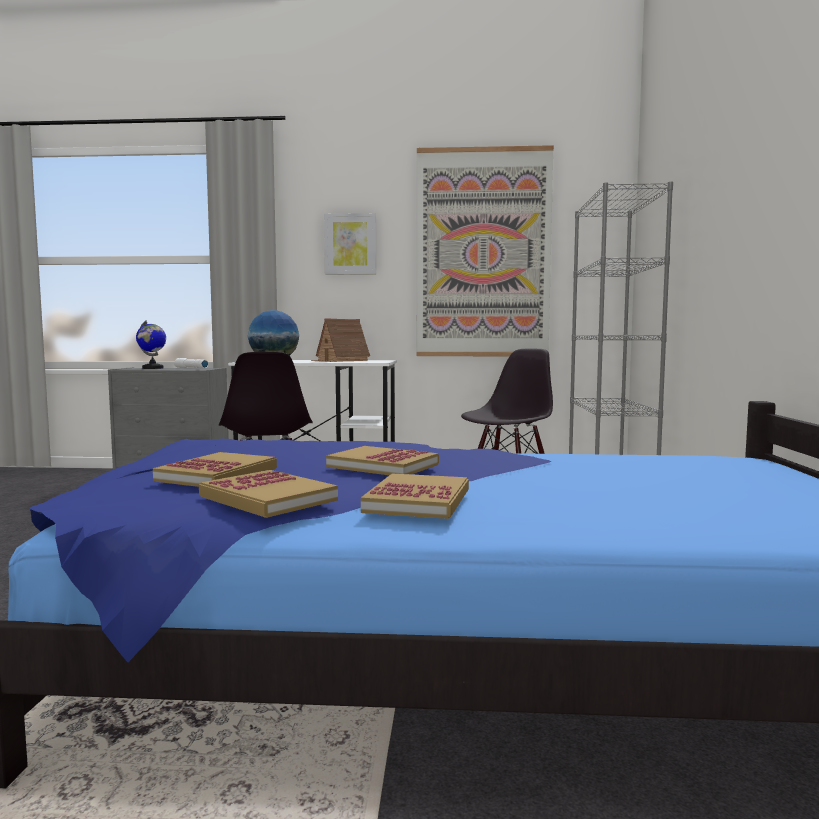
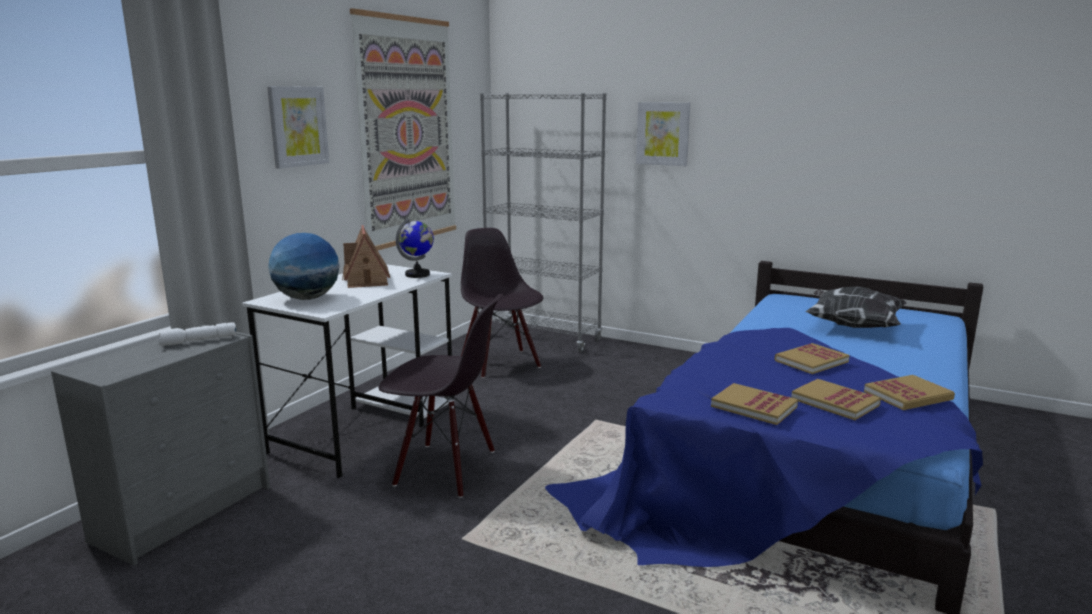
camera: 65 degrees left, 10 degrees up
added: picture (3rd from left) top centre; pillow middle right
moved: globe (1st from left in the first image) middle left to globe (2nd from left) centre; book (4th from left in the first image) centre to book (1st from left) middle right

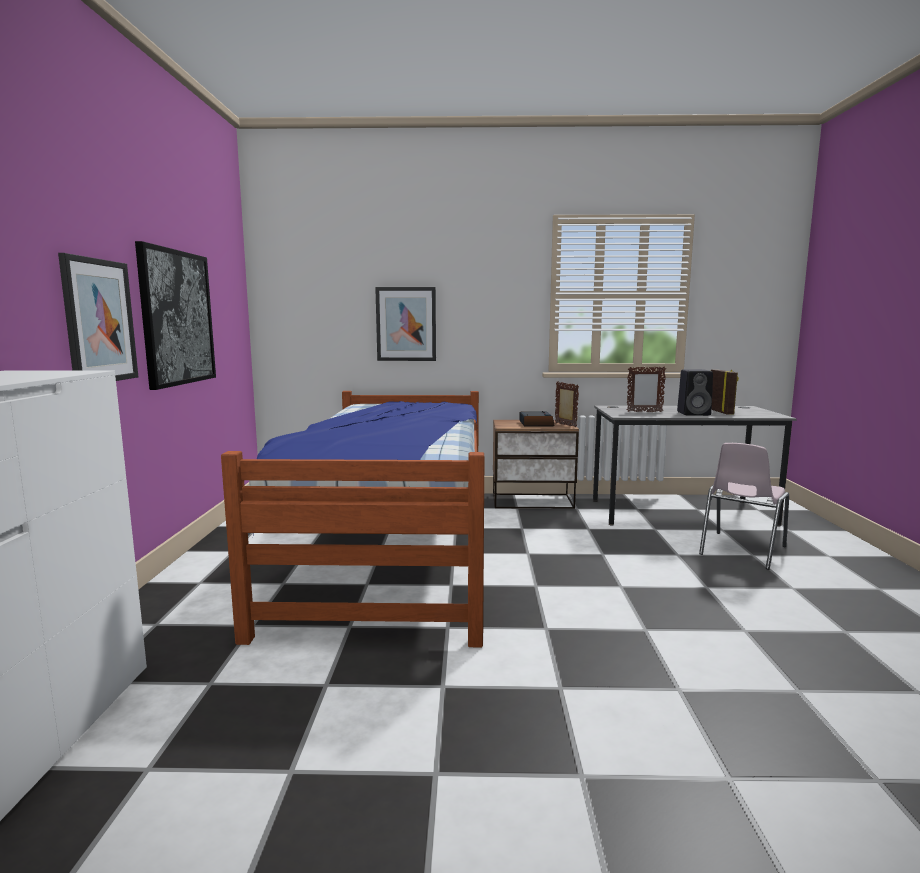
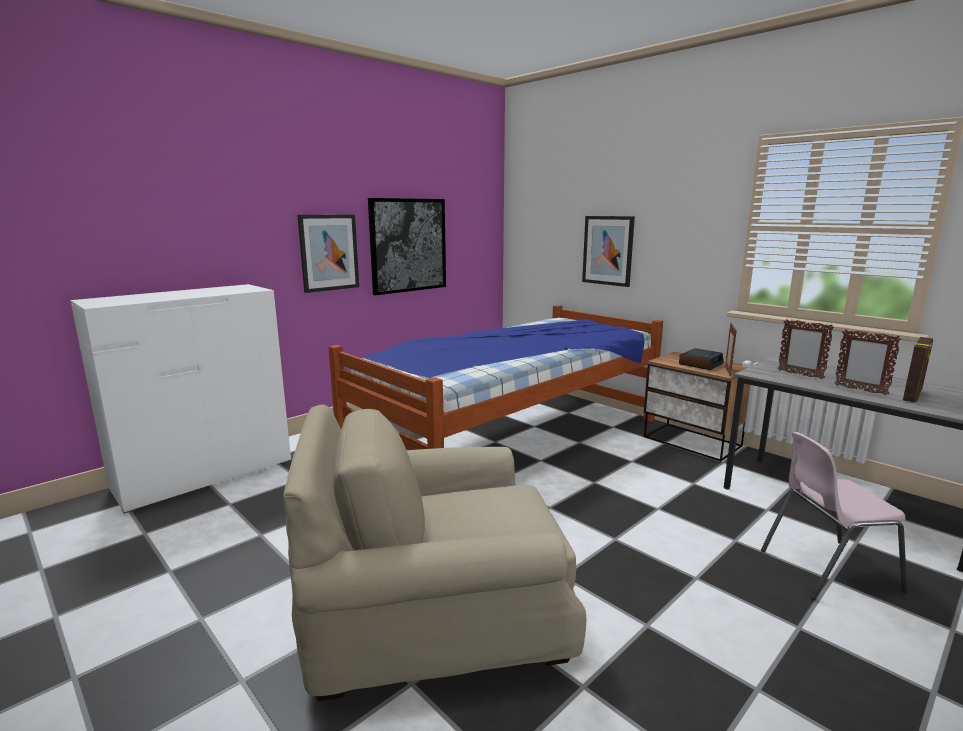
camera: 45 degrees right, 5 degrees up
added: beige armchair bottom centre
replaced: black speaker middle right to picture frame (3rd from left) middle right

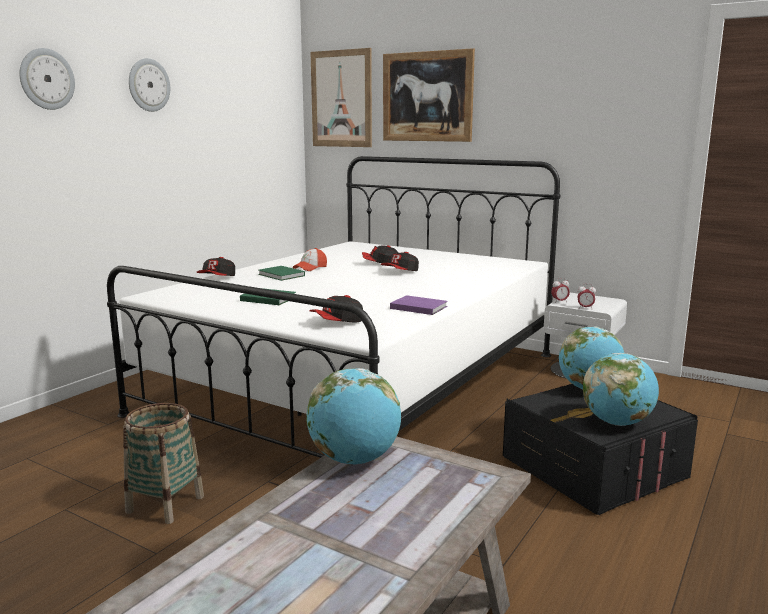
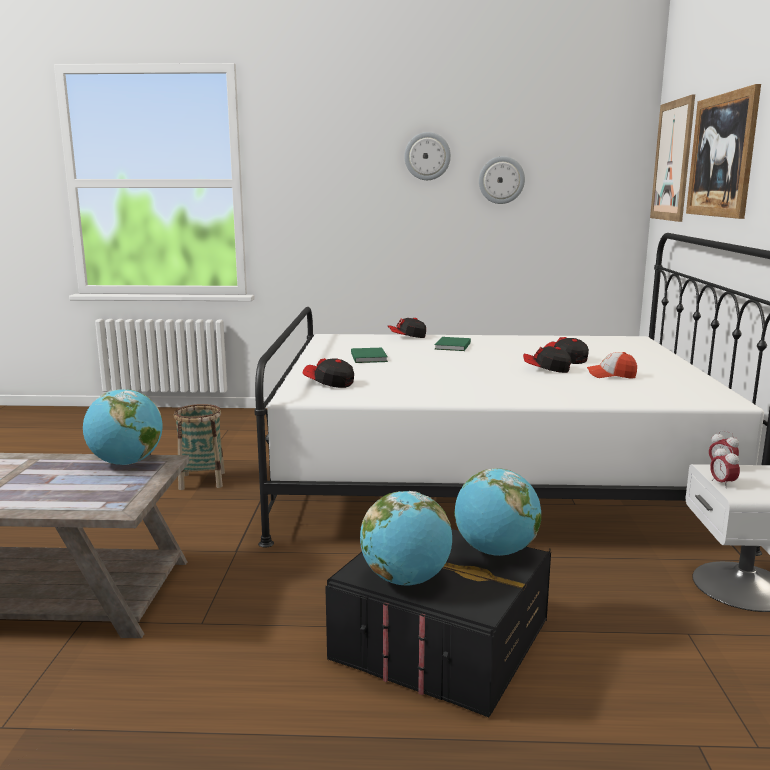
camera: 60 degrees right, 0 degrees up
removed: purple book centre
moved: wall clock (1st from left in the first image) top left to wall clock (2nd from left) top centre; cap (2nd from left in the first image) centre to cap (5th from left) middle right

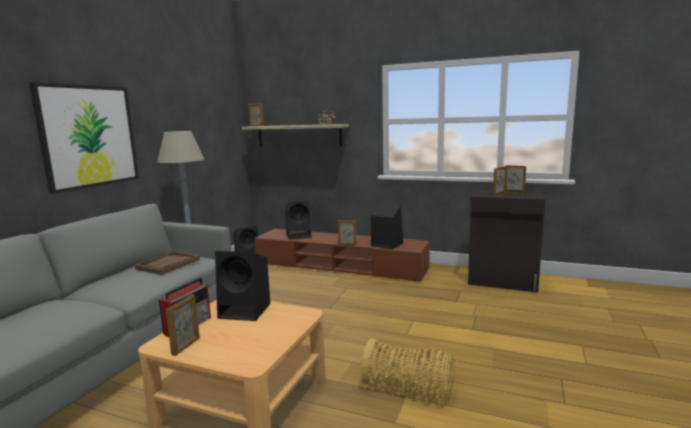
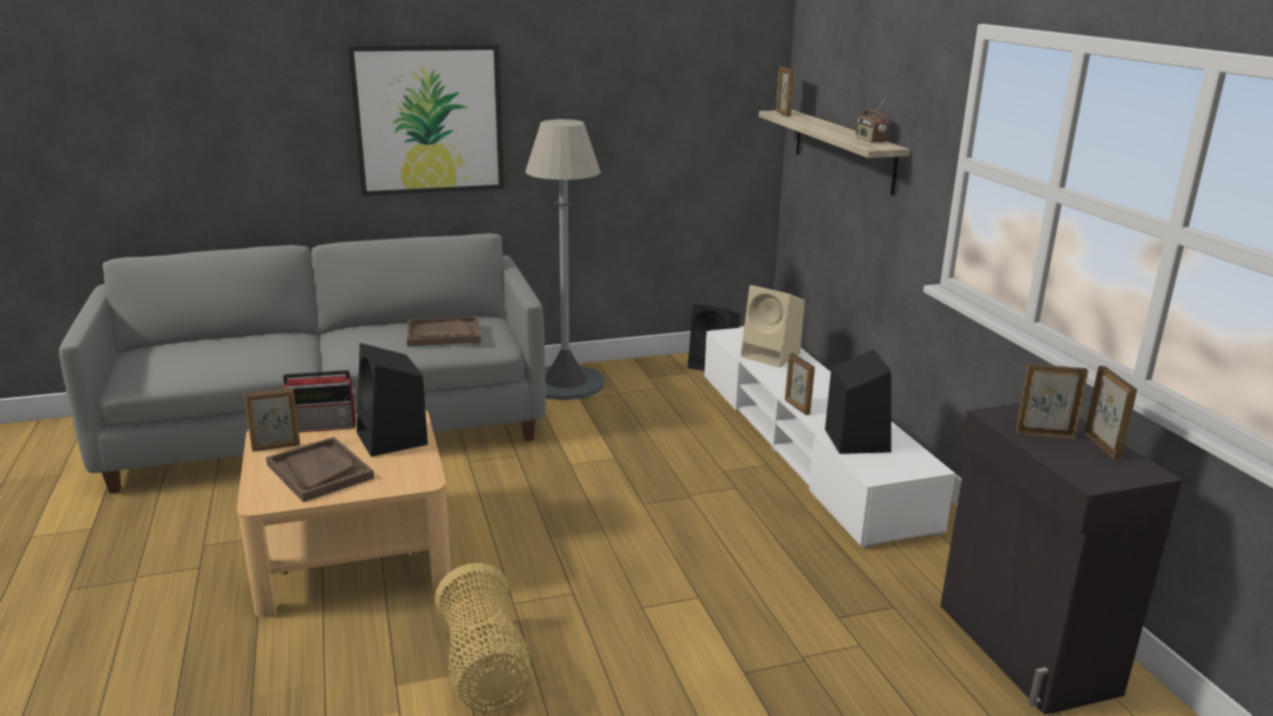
camera: 50 degrees right, 10 degrees up
added: brown tray (1st from left) middle left
recoloured: brown tv stand centre to white tv stand centre; black speaker (3rd from left) centre to beige speaker centre

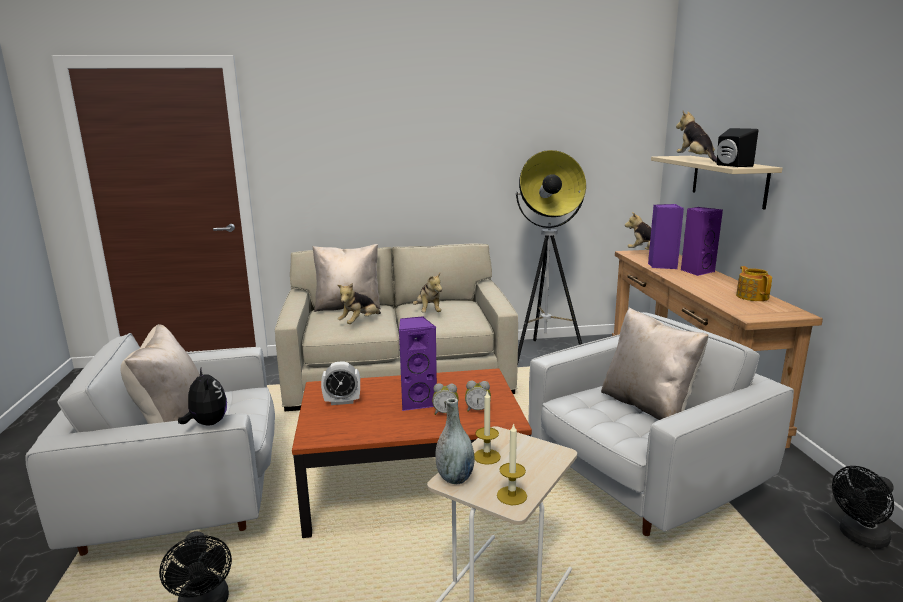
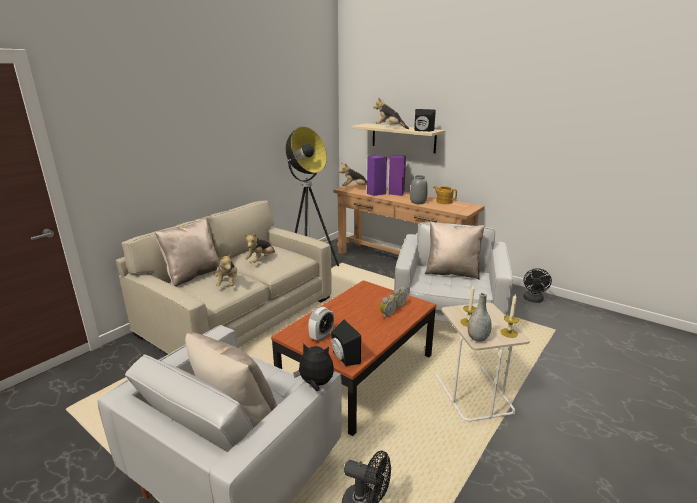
camera: 45 degrees left, 5 degrees up
removed: purple speaker (1st from left) centre
added: black speaker (1st from left) bottom centre; grey vase (1st from left) centre
turned: plush toy (3rd from left in the first image) centre = centre 90 degrees clockwise

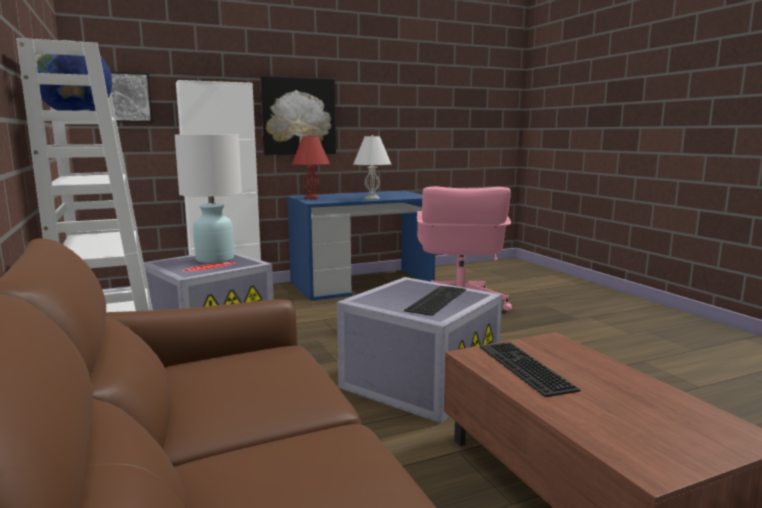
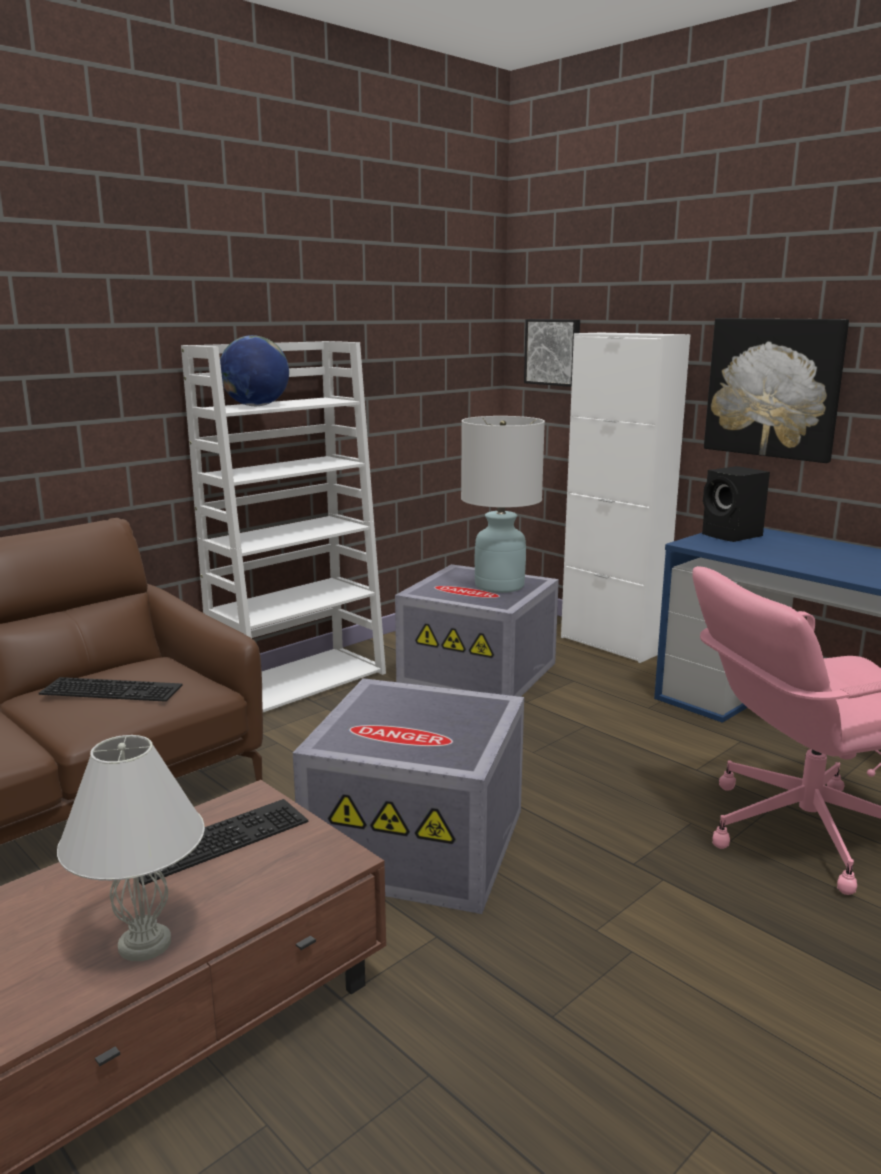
camera: 70 degrees right, 5 degrees up
moved: white table lamp (2nd from left in the first image) top centre to white table lamp (1st from left) bottom left; keyboard (1st from left) centre to middle left
replaced: red table lamp top centre to black speaker middle right

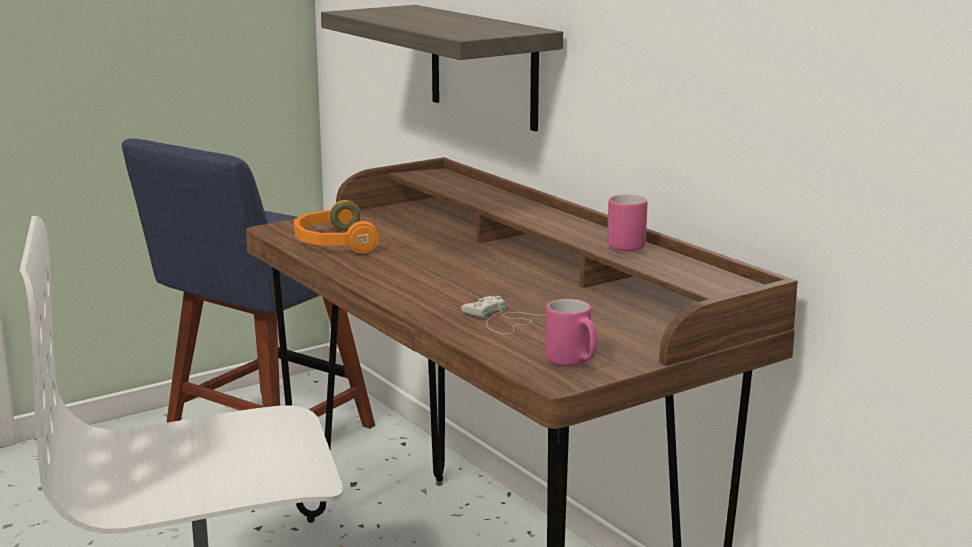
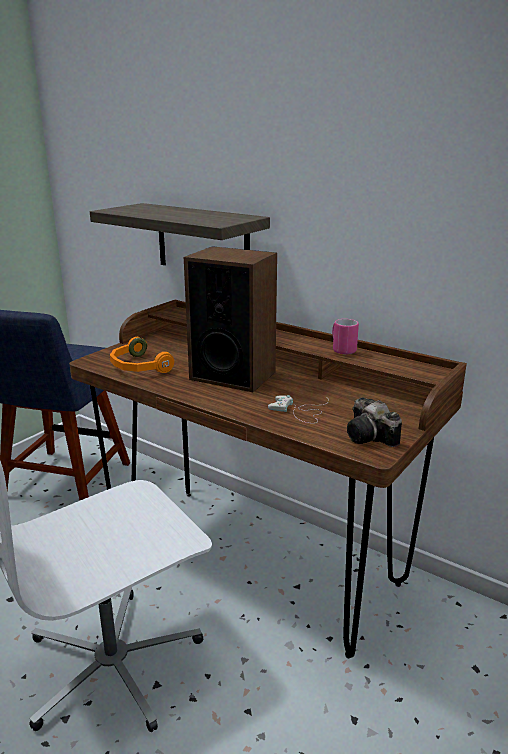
camera: 20 degrees left, 5 degrees up
added: speaker centre
replaced: pink mug (1st from left) centre to photo camera middle right

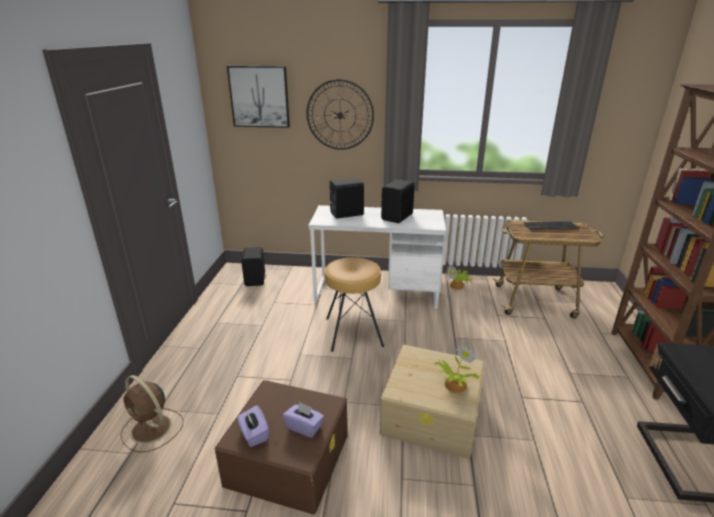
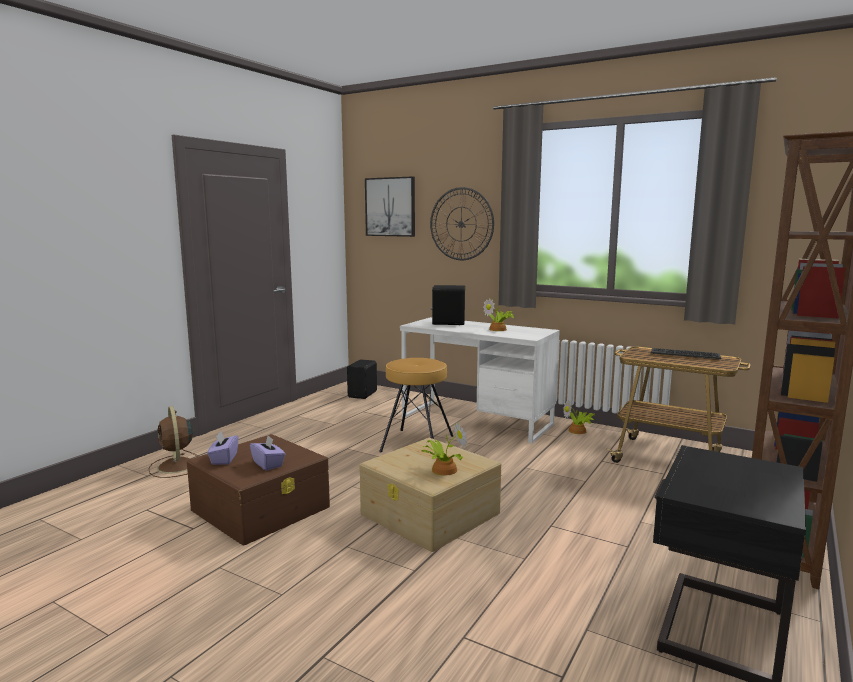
camera: 25 degrees right, 15 degrees down
replaced: black speaker (3rd from left) centre to potted plant (2nd from left) centre

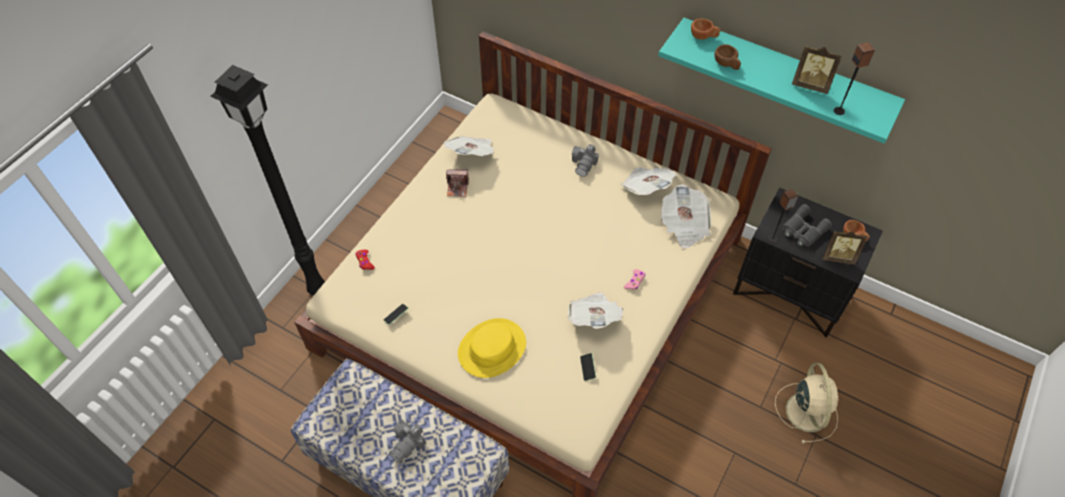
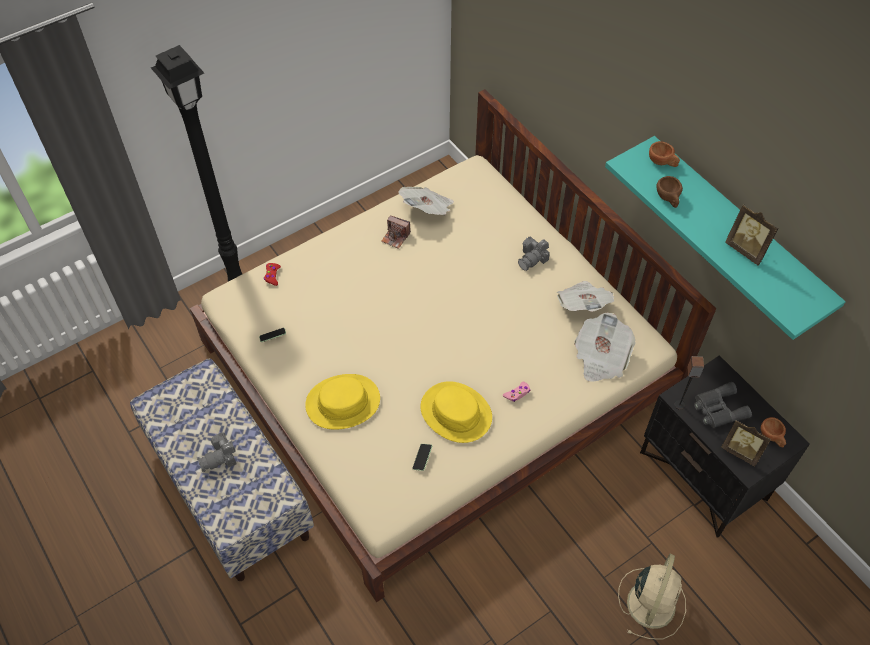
camera: 25 degrees right, 0 degrees up
removed: speaker (2nd from left) top right
replaced: newspaper (2nd from left) centre to yellow hat (2nd from left) centre

